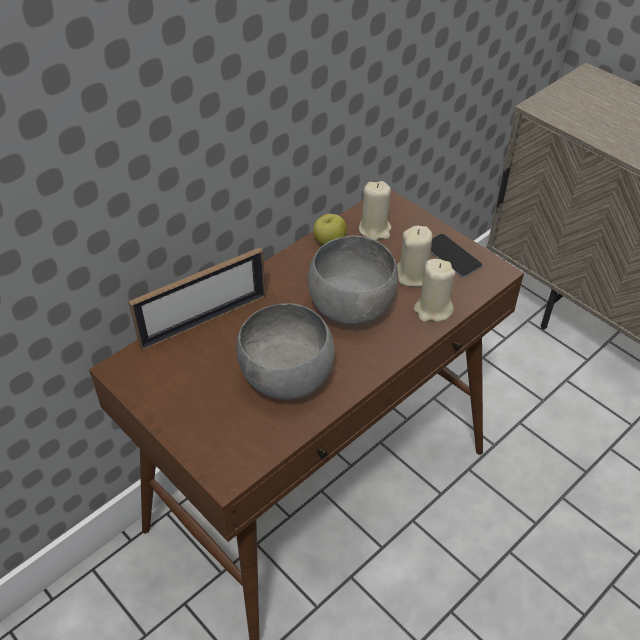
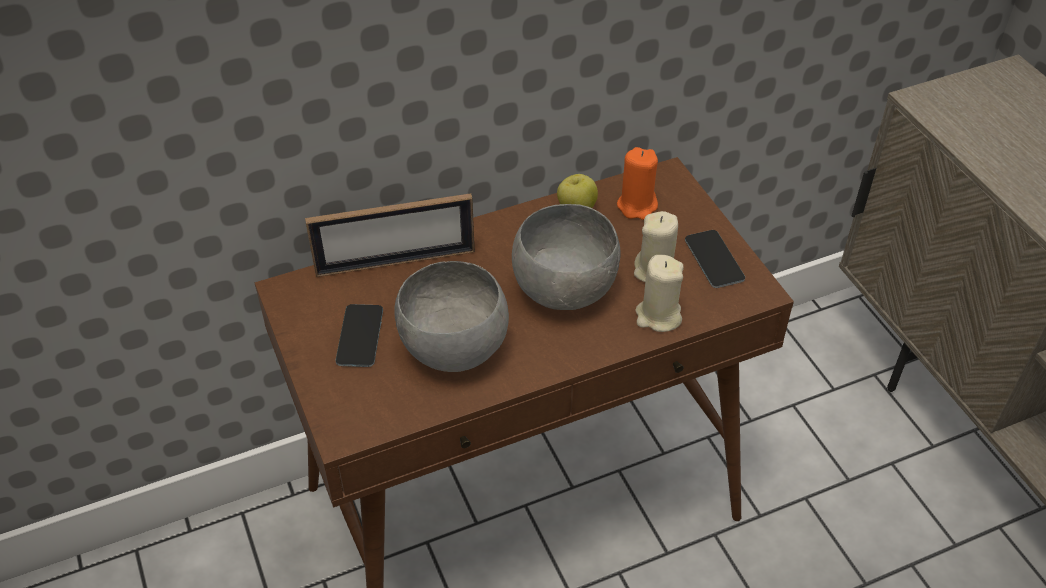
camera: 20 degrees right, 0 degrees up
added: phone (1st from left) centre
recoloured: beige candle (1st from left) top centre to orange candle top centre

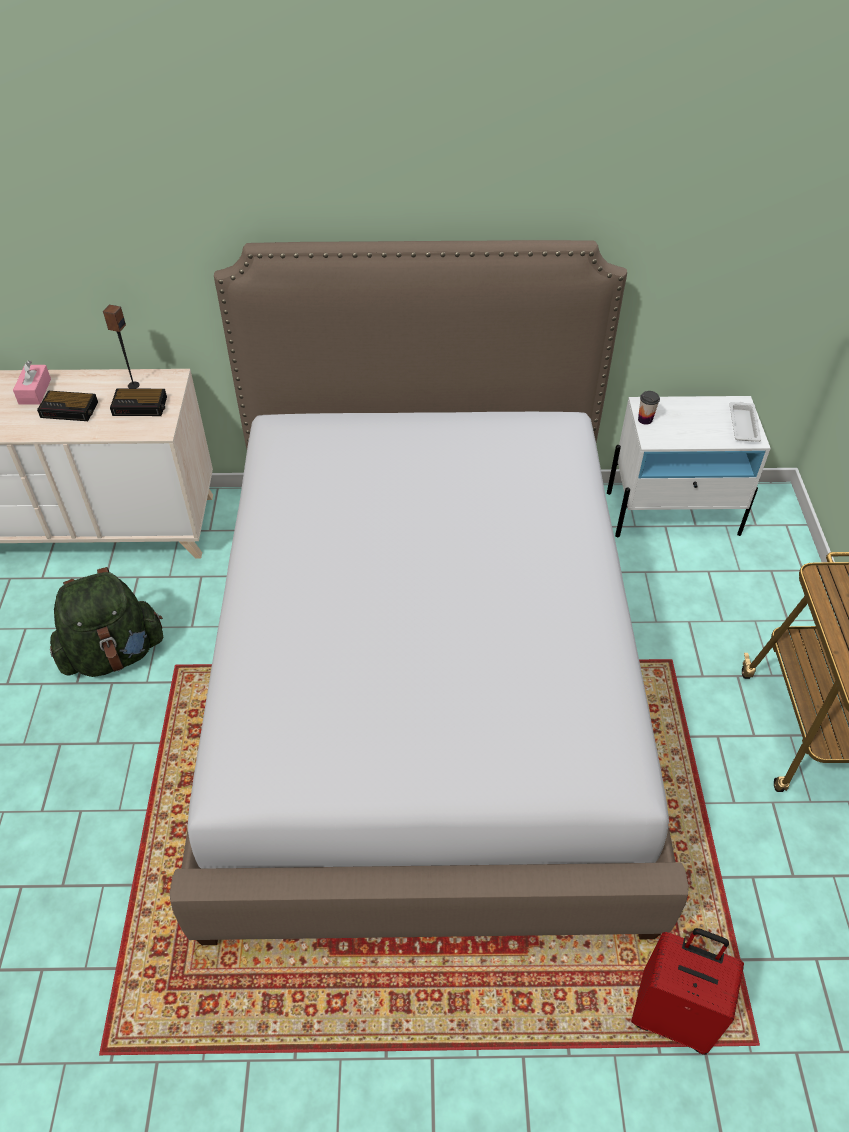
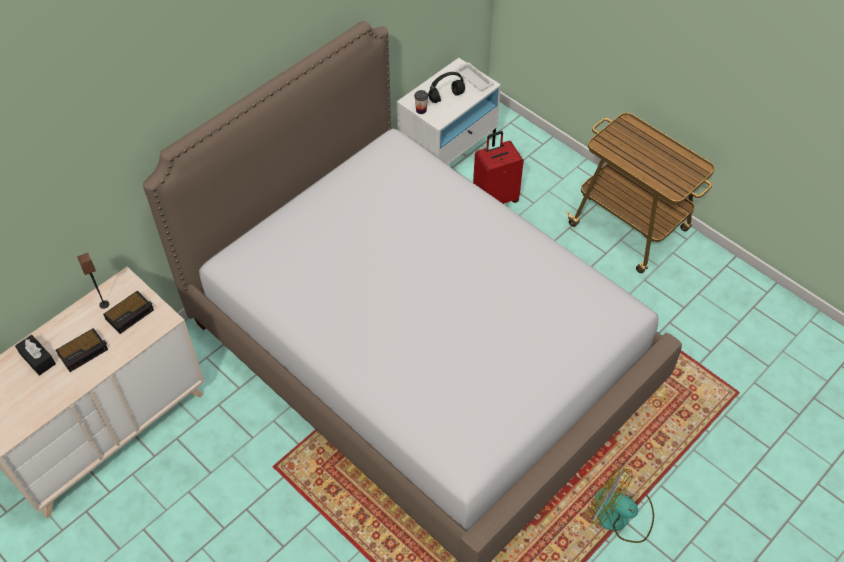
camera: 45 degrees left, 5 degrees up
removed: green backpack middle left
added: black headphones top centre; fan bottom right
moved: red suitcase bottom right to top centre
recoloured: pink tissue box middle left to black tissue box middle left

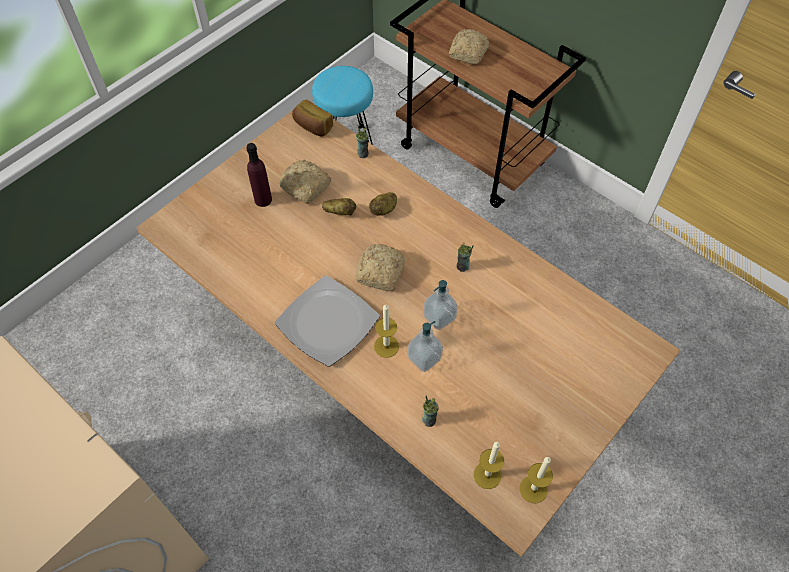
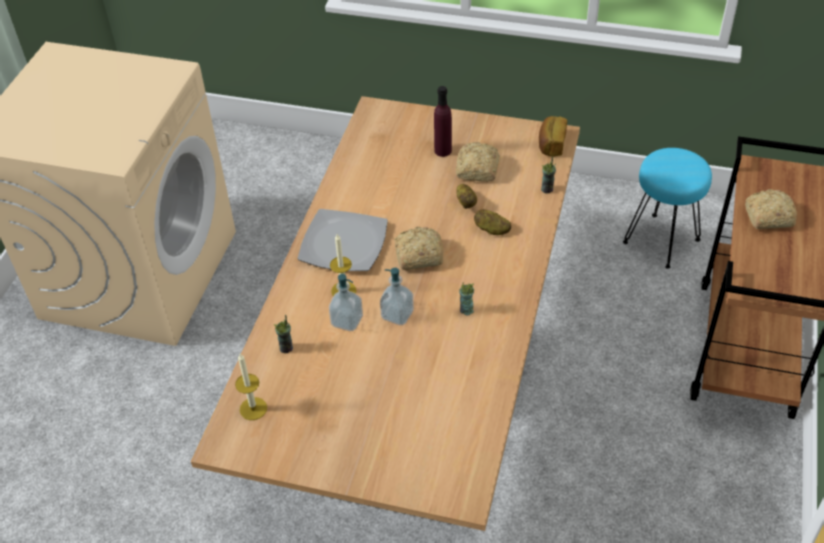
camera: 65 degrees right, 10 degrees down
removed: candle (3rd from left) bottom right

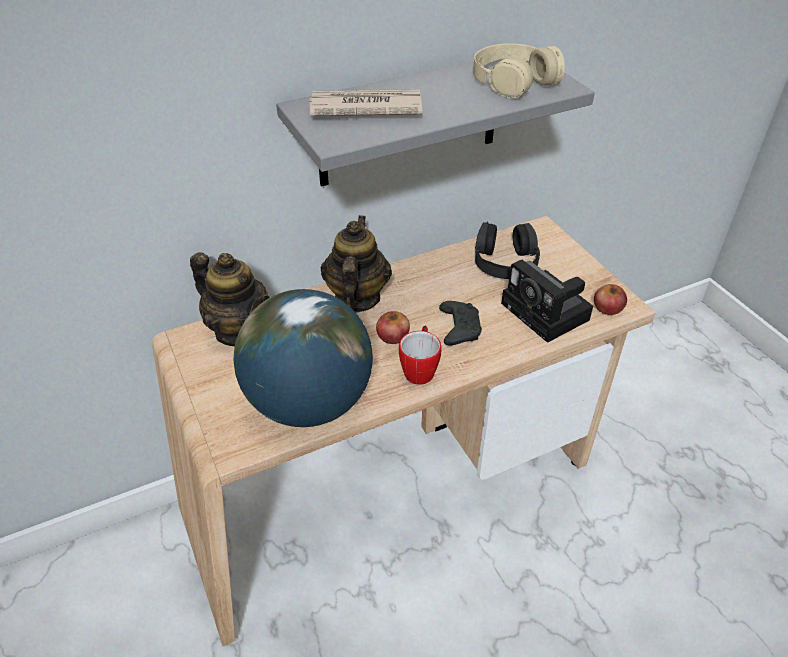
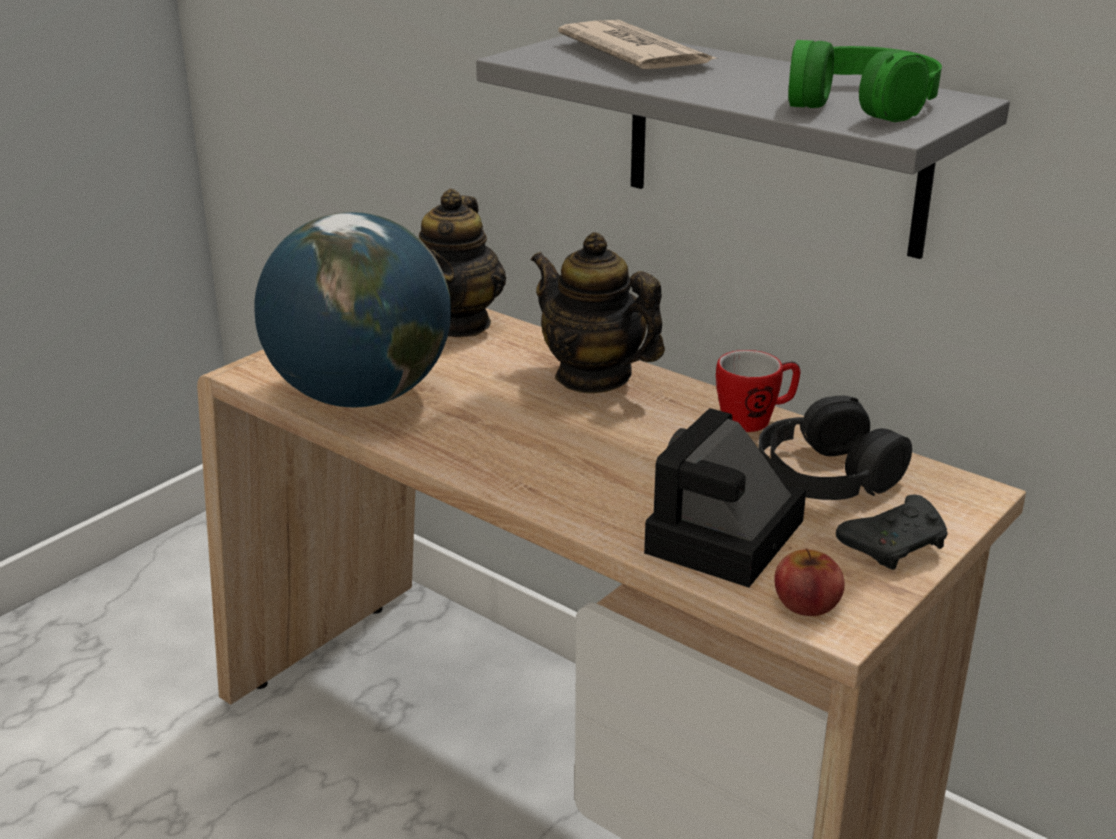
camera: 65 degrees right, 15 degrees down
removed: apple (1st from left) centre
moved: mug centre to middle right; black game controller centre to middle right
recoloured: beige headphones top centre to green headphones top right
turned: teapot (2nd from left) centre = centre 120 degrees counterclockwise

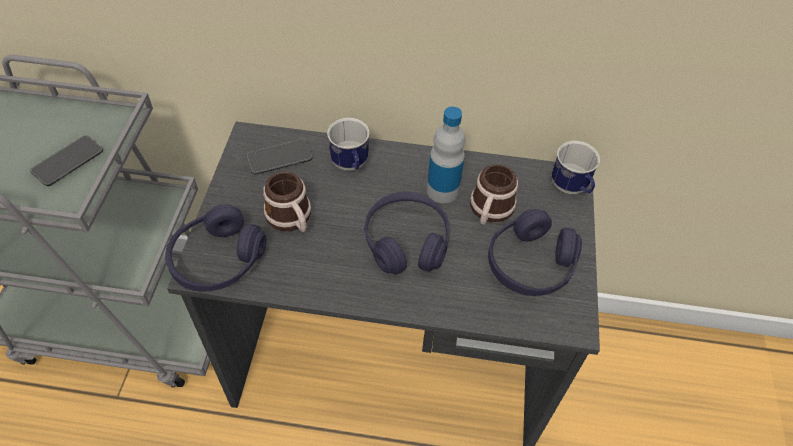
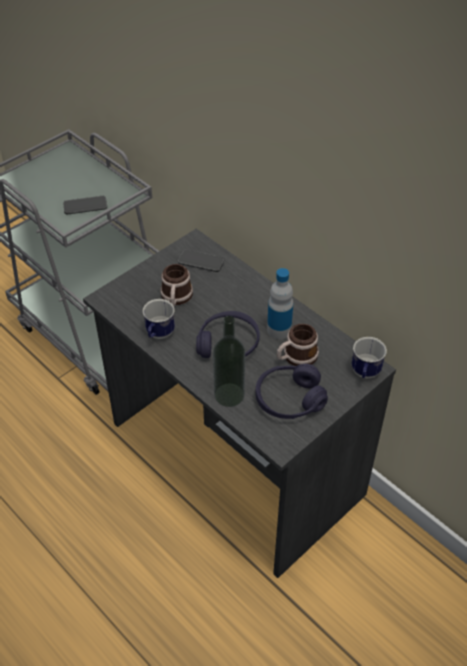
camera: 40 degrees right, 5 degrees down
removed: purple headphones (1st from left) middle left
added: bottle (1st from left) centre
moved: mug (2nd from left in the first image) top centre to mug (1st from left) centre

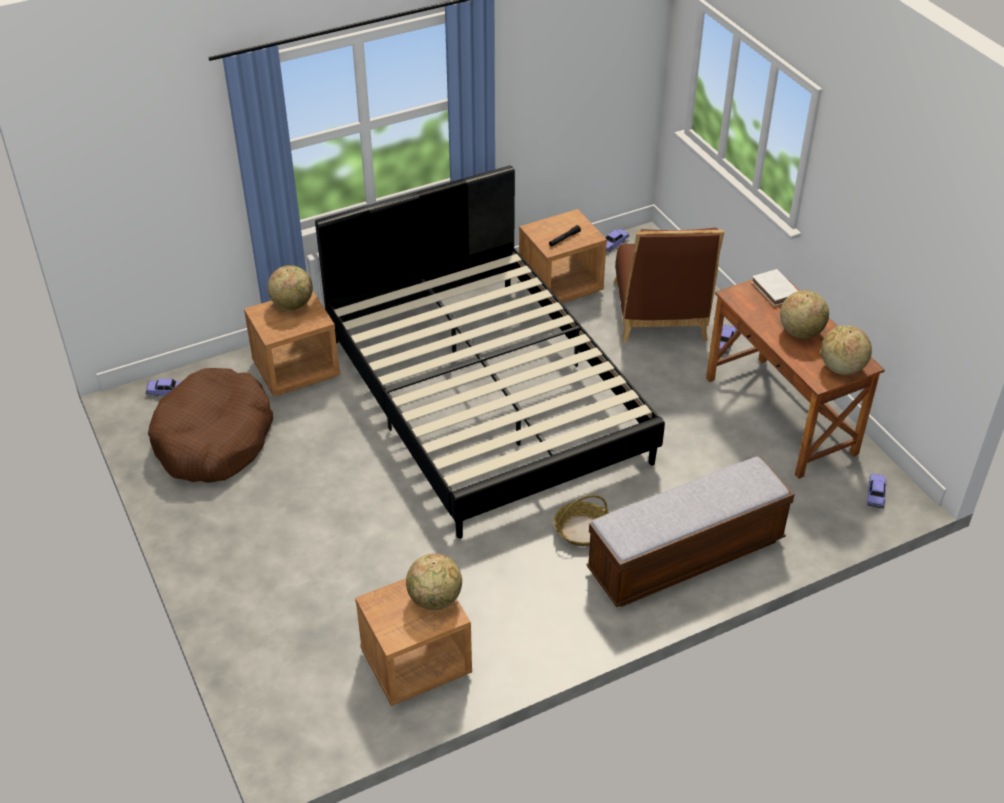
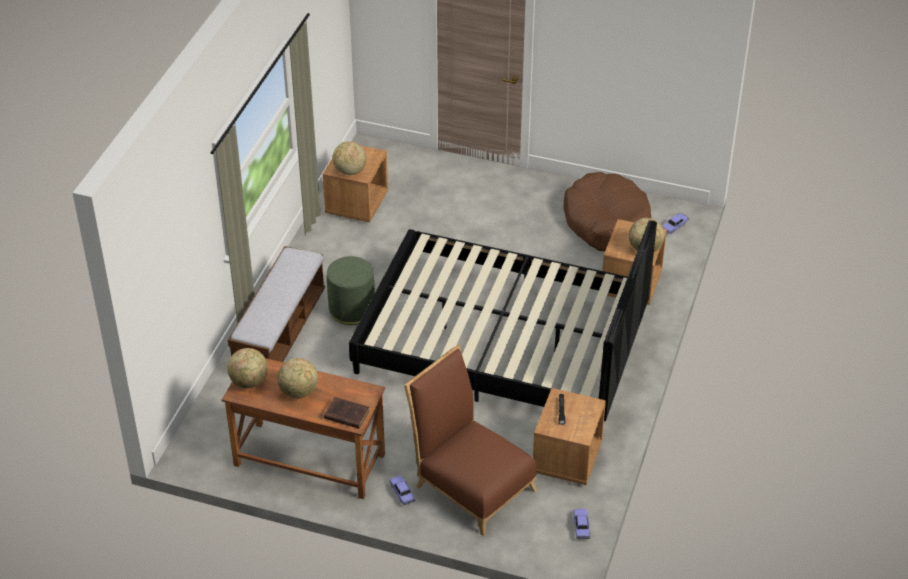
camera: 135 degrees right, 0 degrees up
removed: toy car (4th from left) middle right
replaced: basket centre to green ottoman centre
recoloured: white book middle right to brown book bottom centre

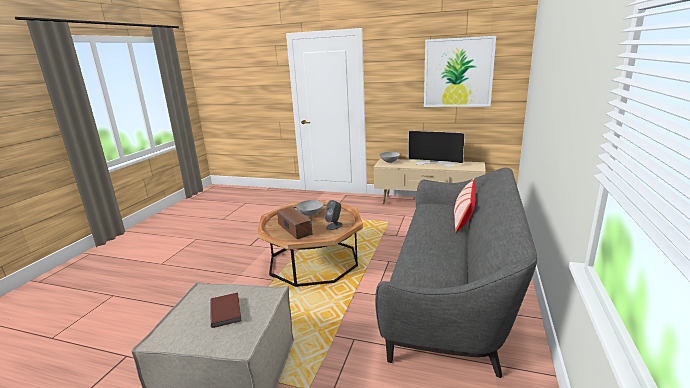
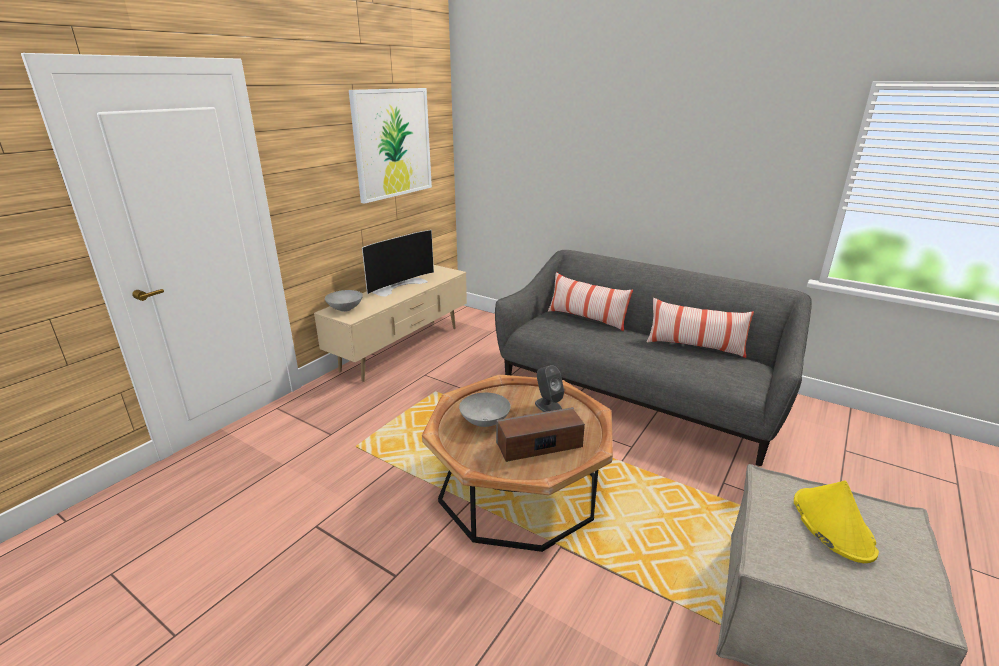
camera: 75 degrees left, 5 degrees up
added: pillow (2nd from left) middle right
replaced: brown book bottom left to yellow hat bottom right

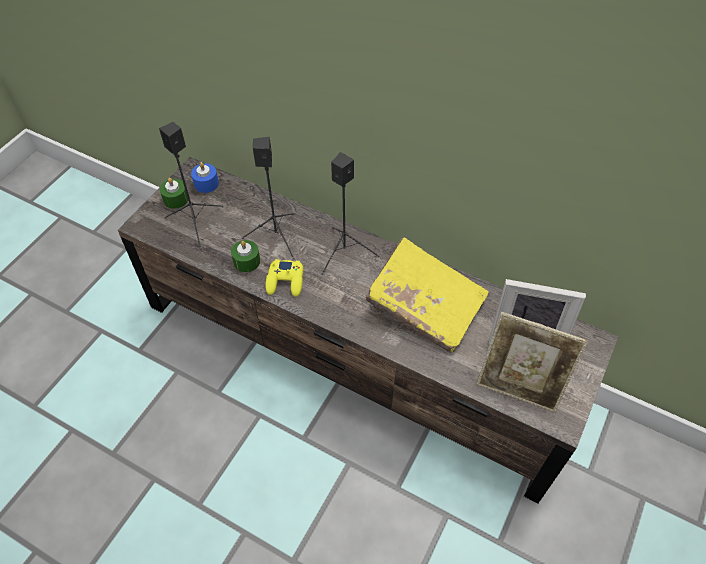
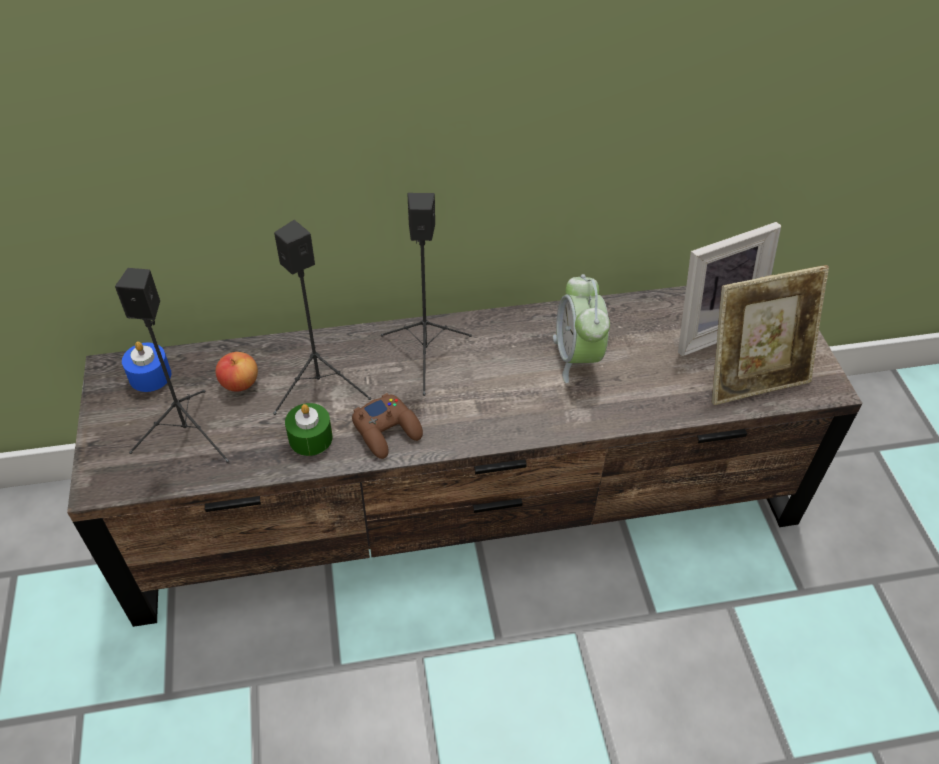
camera: 40 degrees left, 5 degrees down
removed: green candle (1st from left) middle left
added: apple middle left
replaced: yellow book centre to alarm clock centre
recoloured: yellow game controller centre to brown game controller centre

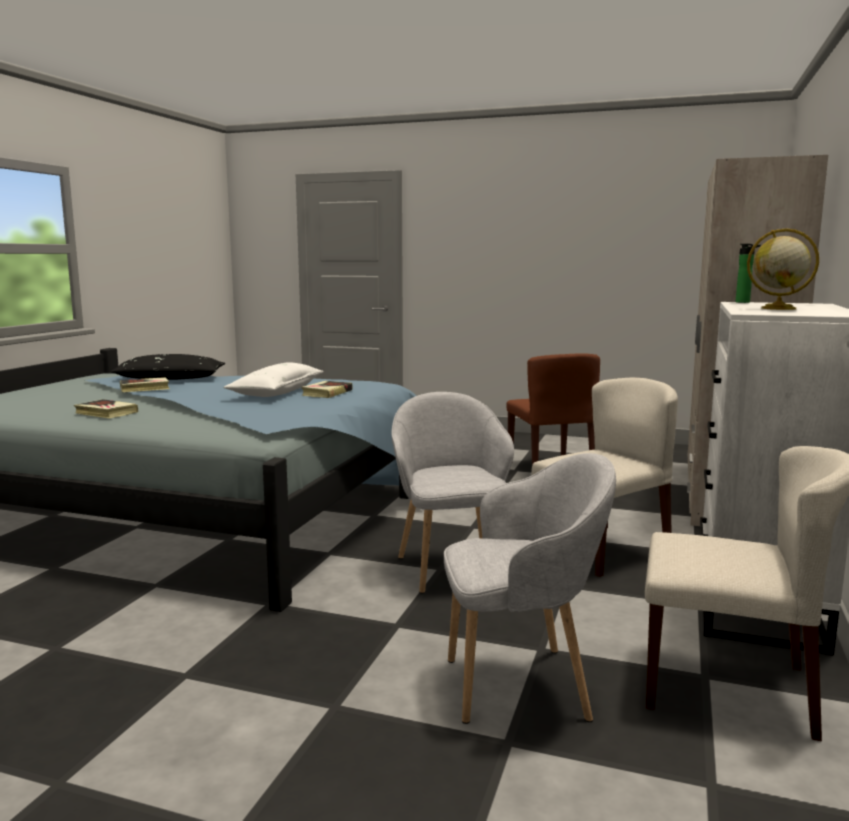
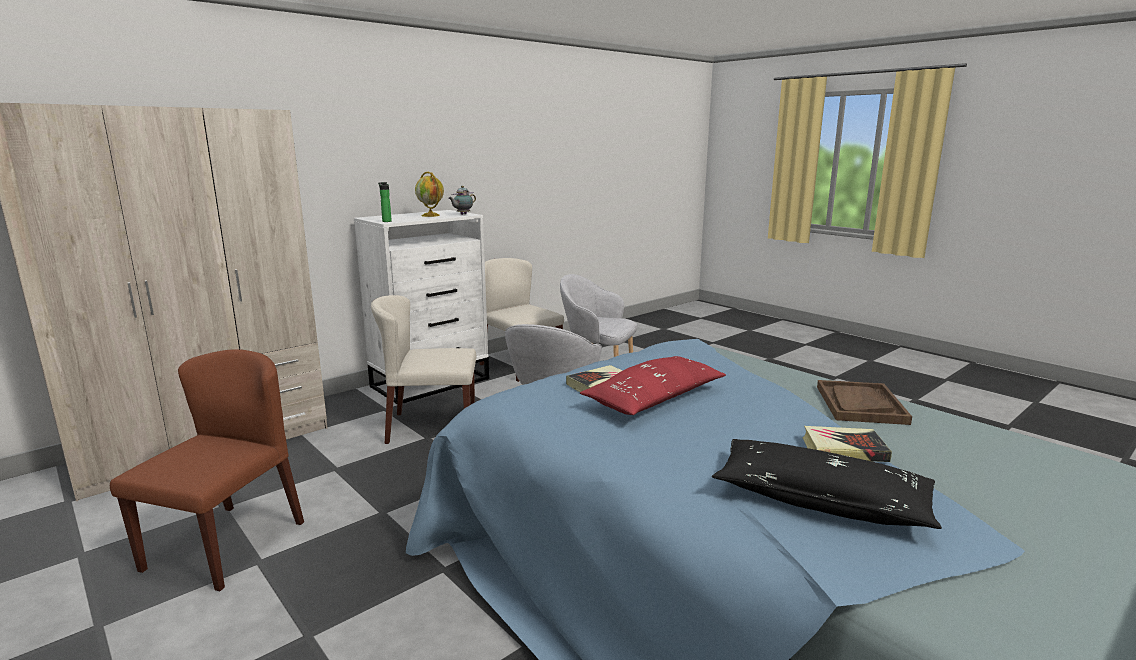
camera: 150 degrees left, 5 degrees up
added: teapot top centre
replaced: book (1st from left) middle left to brown tray middle right
recoloured: white pillow middle left to red pillow centre

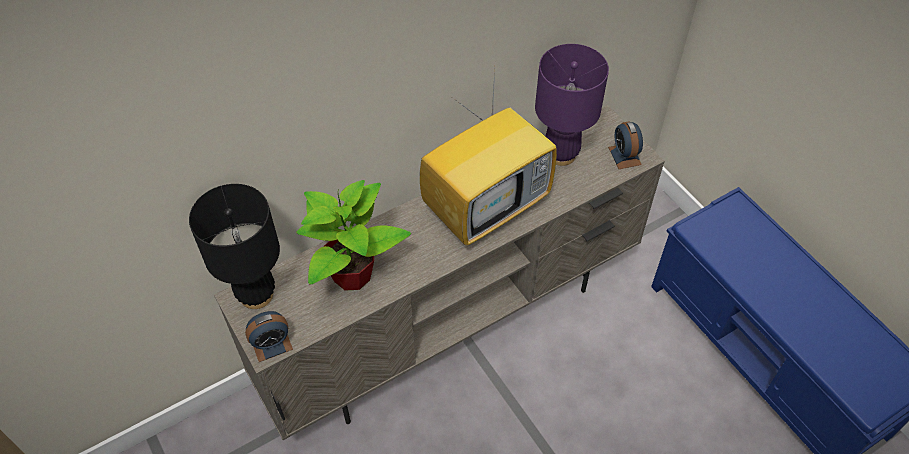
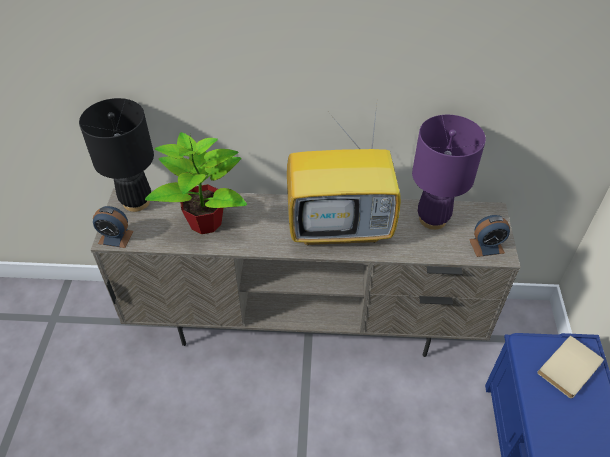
camera: 35 degrees right, 5 degrees down
added: beige book bottom right
turned: alarm clock (2nd from left) top right = middle right 120 degrees counterclockwise

